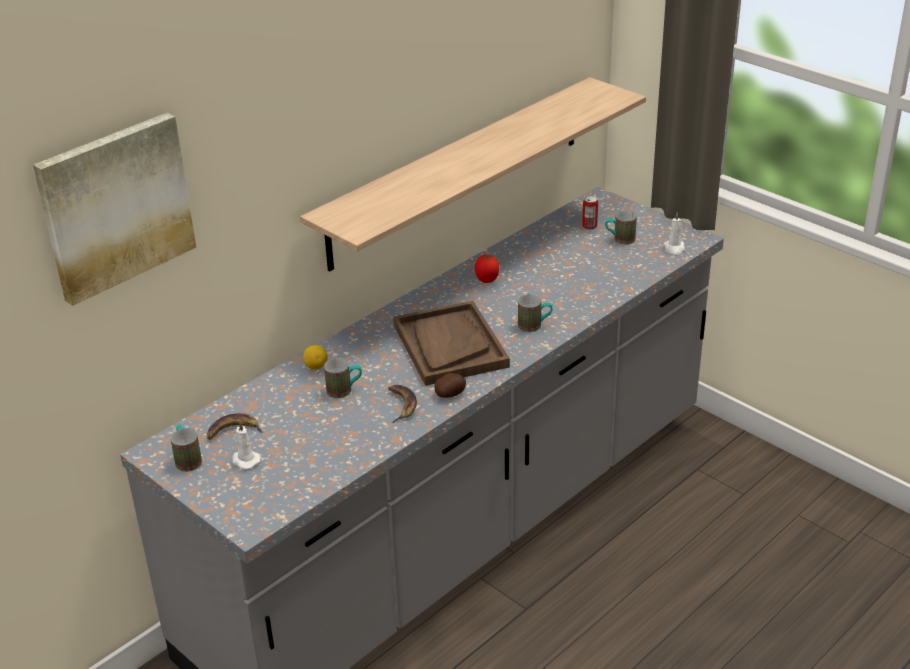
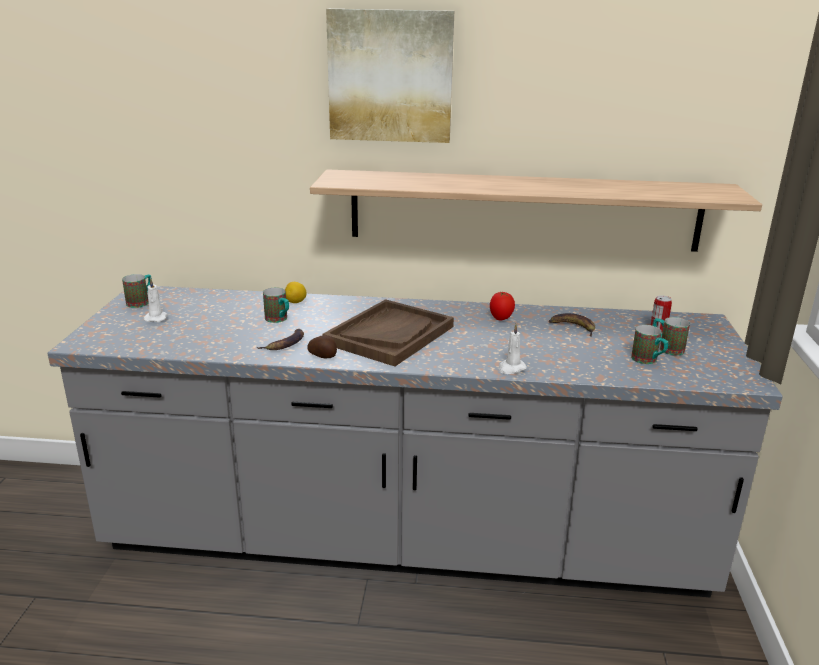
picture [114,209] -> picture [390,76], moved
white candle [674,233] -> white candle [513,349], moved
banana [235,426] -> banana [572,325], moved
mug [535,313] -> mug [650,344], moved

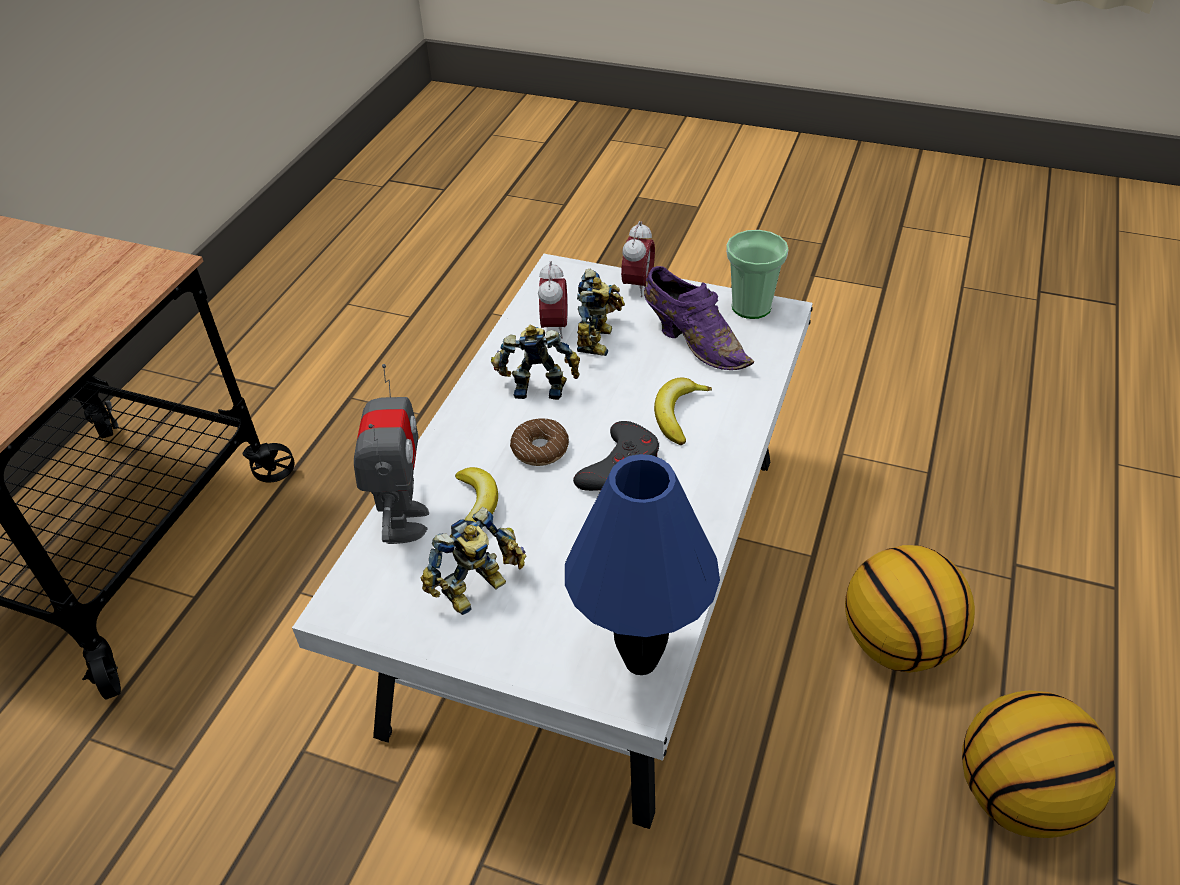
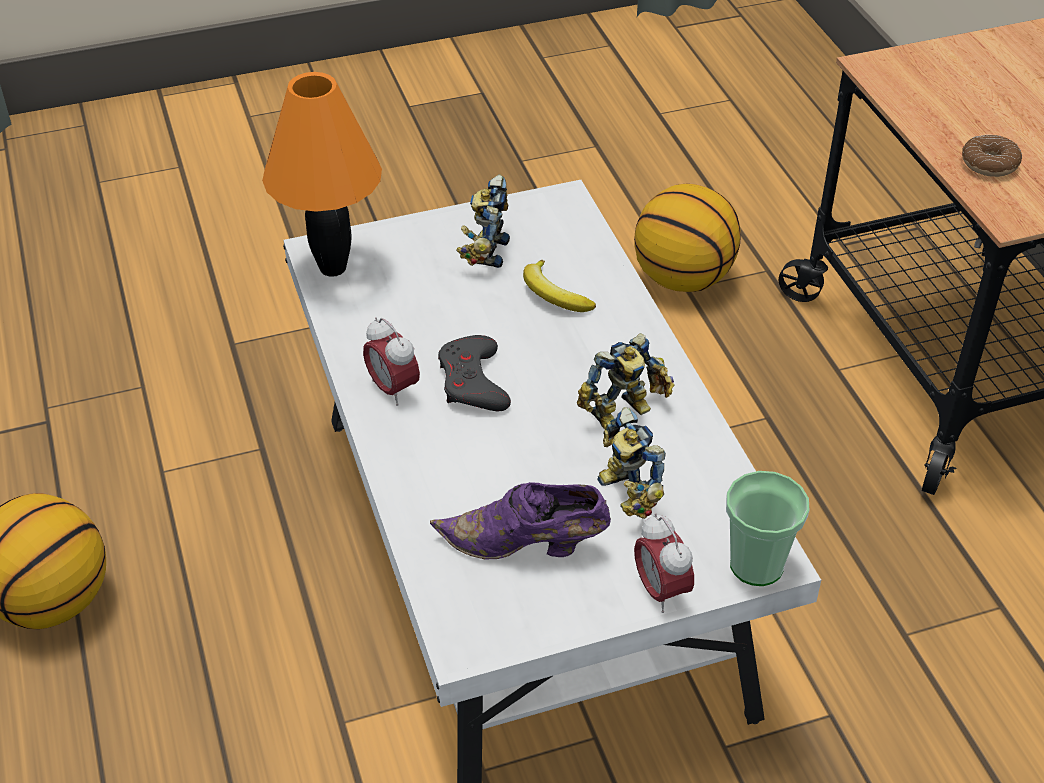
blue table lamp [642,564] -> orange table lamp [322,174]
alarm clock [552,300] -> alarm clock [391,361], moved
basketball [910,609] -> basketball [687,238], moved
cup [757,274] -> cup [767,528], moved
donut [539,442] -> donut [992,156], moved
toy robot [391,454] -> none
banana [683,411] -> none

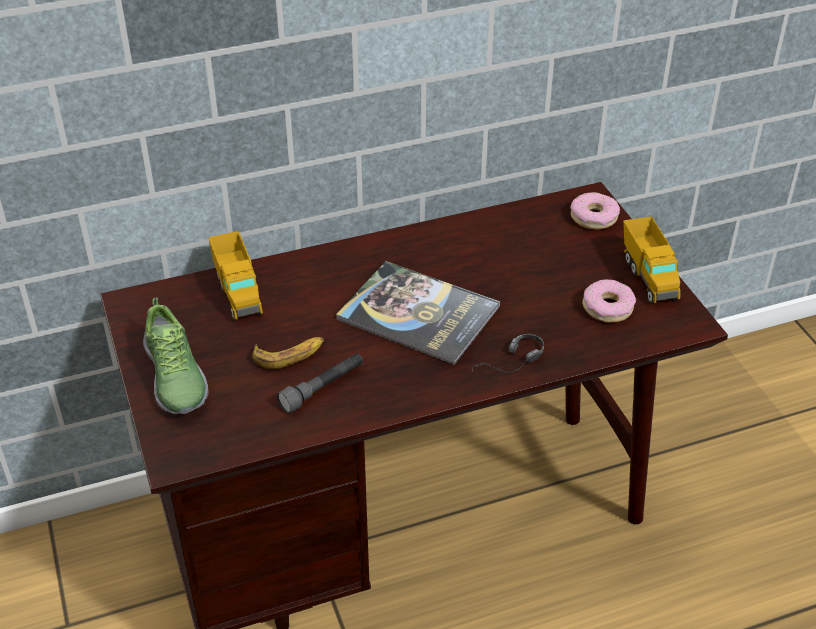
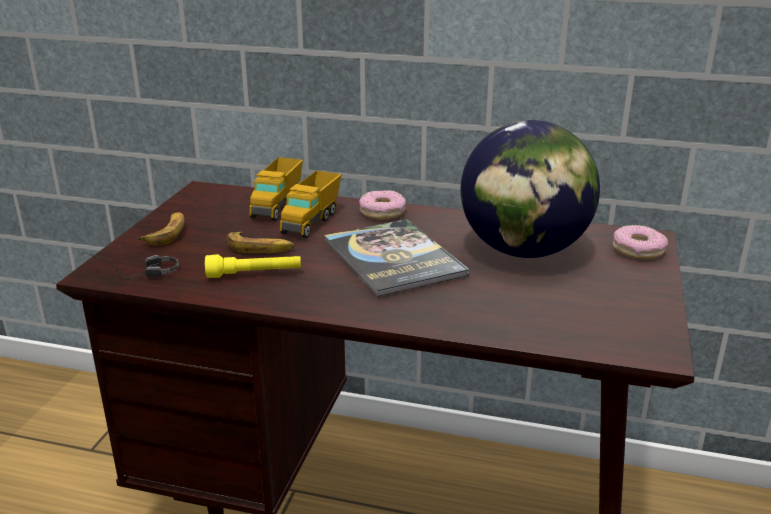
headphones [508,353] -> headphones [130,265], moved
shoe [176,356] -> banana [161,229]
grey flashlight [320,383] -> yellow flashlight [253,266]
toy truck [652,260] -> toy truck [310,204], moved
donut [609,300] -> donut [382,205], moved
none -> globe [530,189]

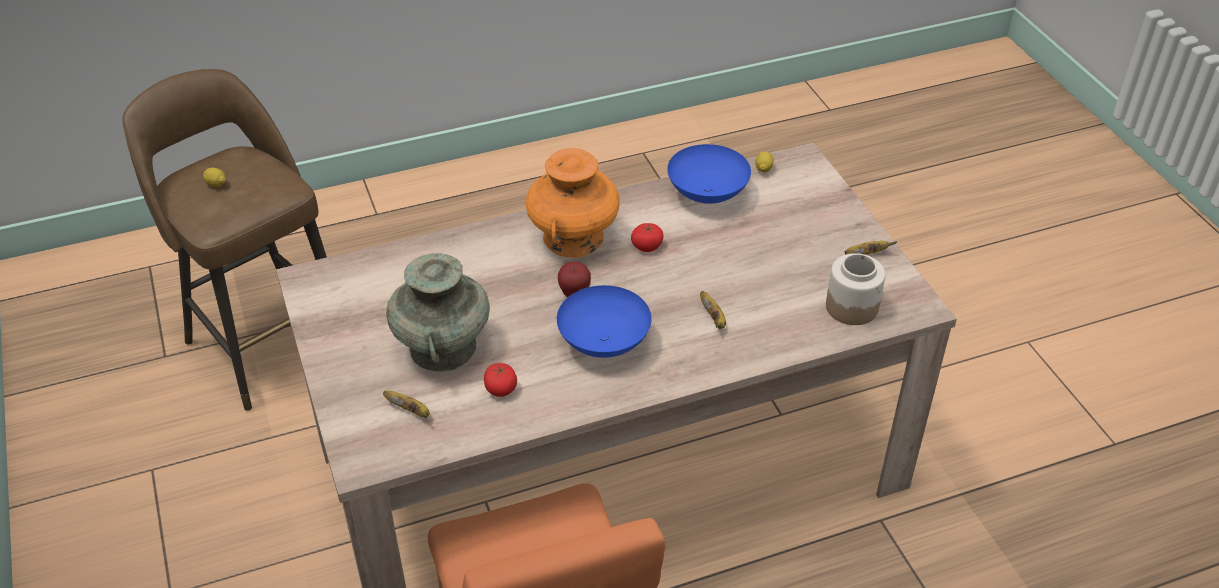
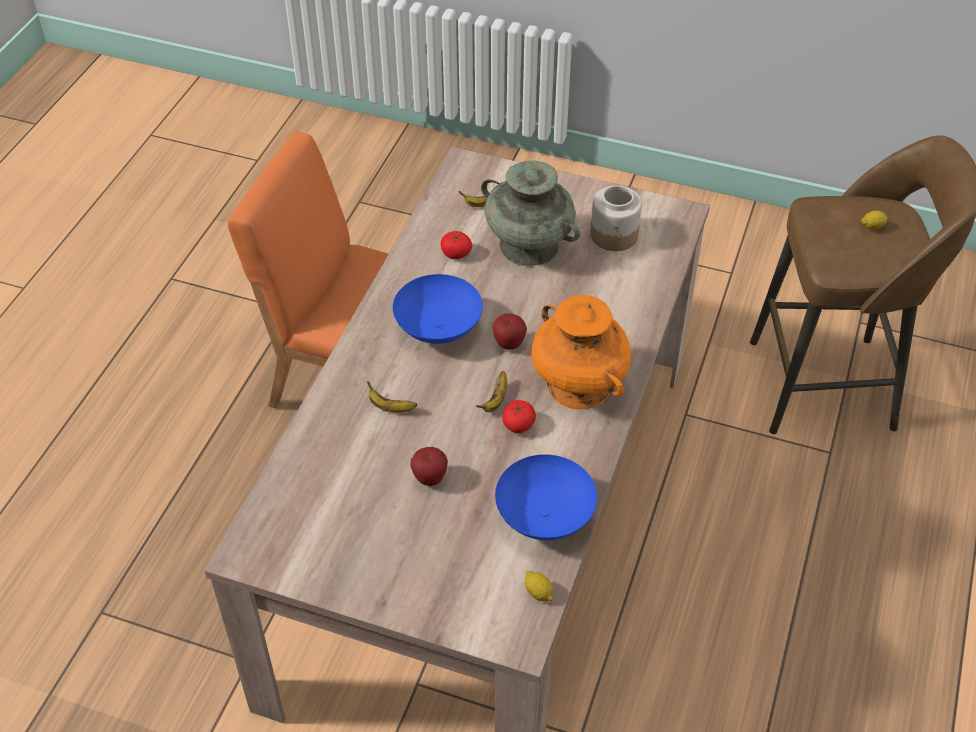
none -> apple [429,466]
banana [871,248] -> banana [491,391], moved
jar [855,289] -> jar [616,218], moved

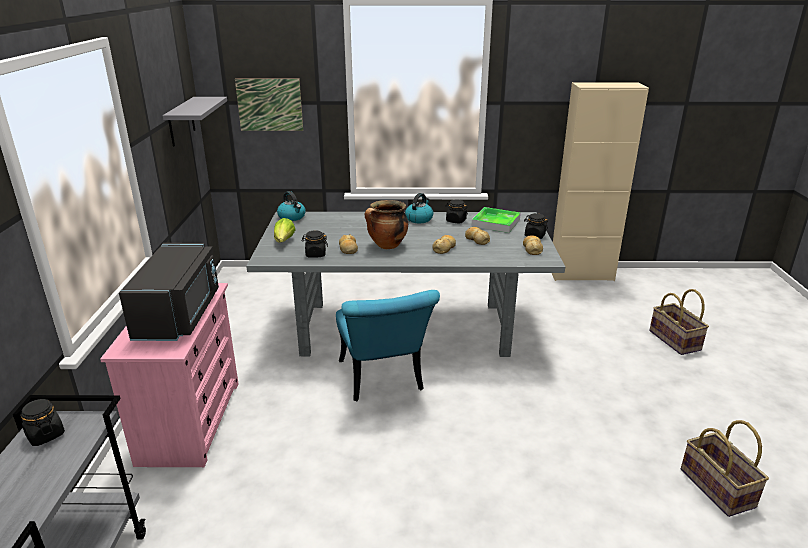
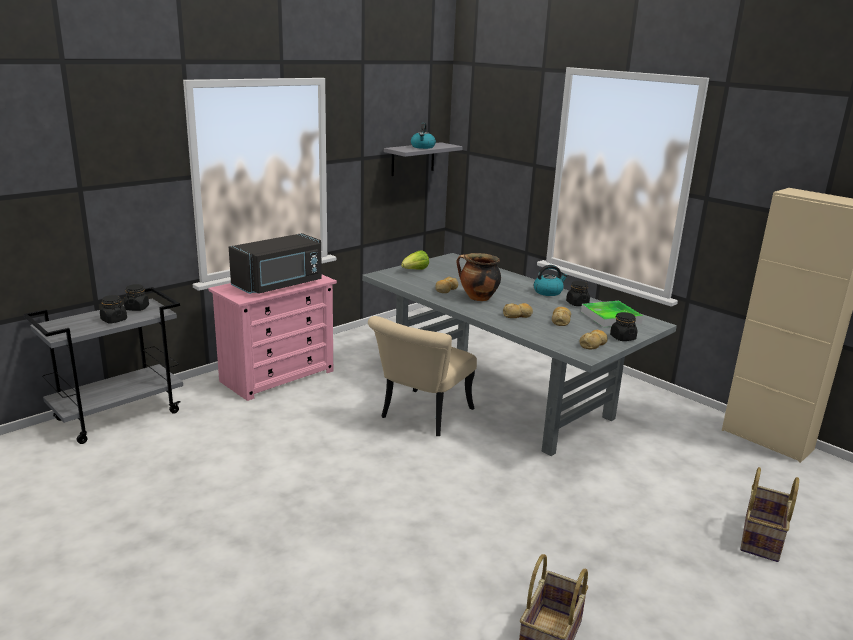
black jar [315,244] -> black jar [113,309], moved
turquoise chair [388,345] -> beige chair [422,376]
kettle [291,206] -> kettle [423,136], moved
picture [269,105] -> none

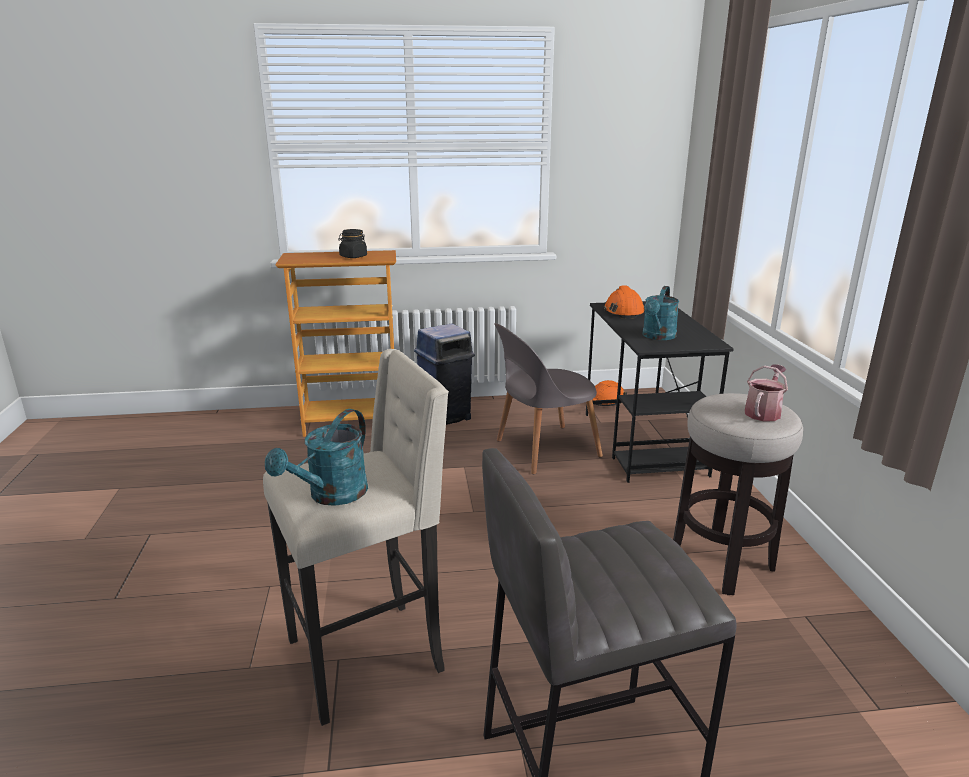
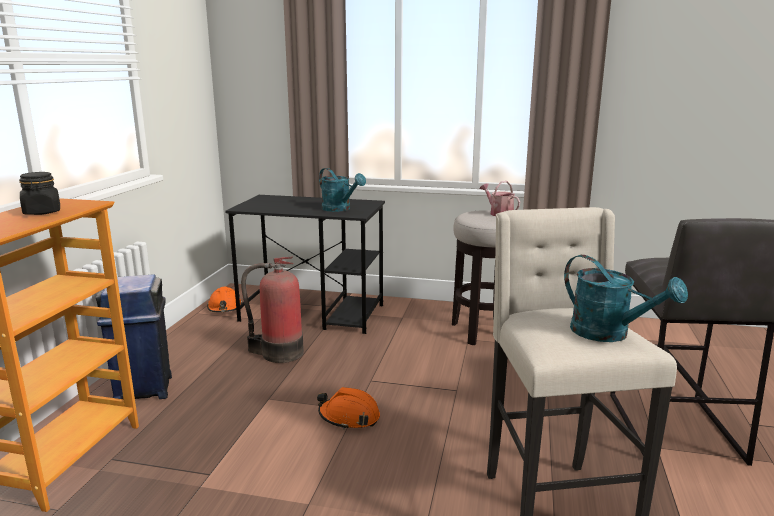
grey chair [548,398] -> fire extinguisher [272,309]
orange hard hat [624,302] -> orange hard hat [348,408], moved

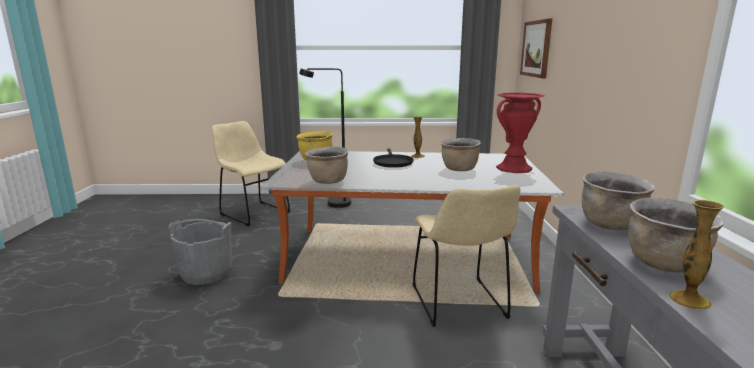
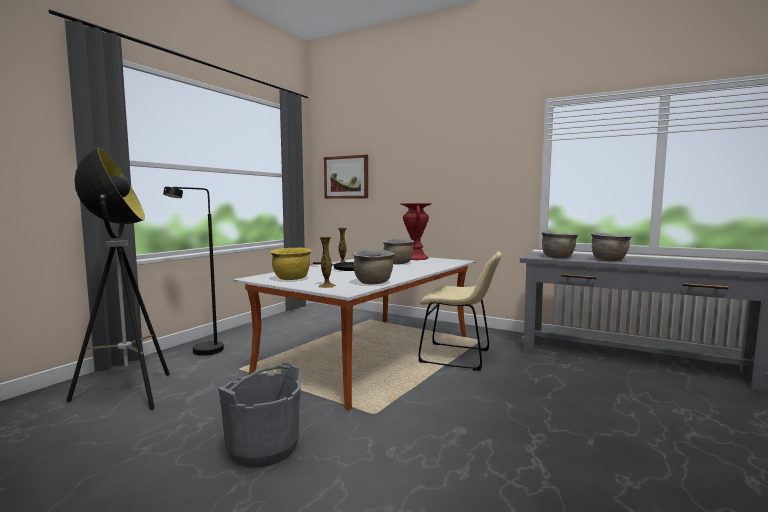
beige chair [251,173] -> floor lamp [118,278]
vase [696,255] -> vase [327,262], moved

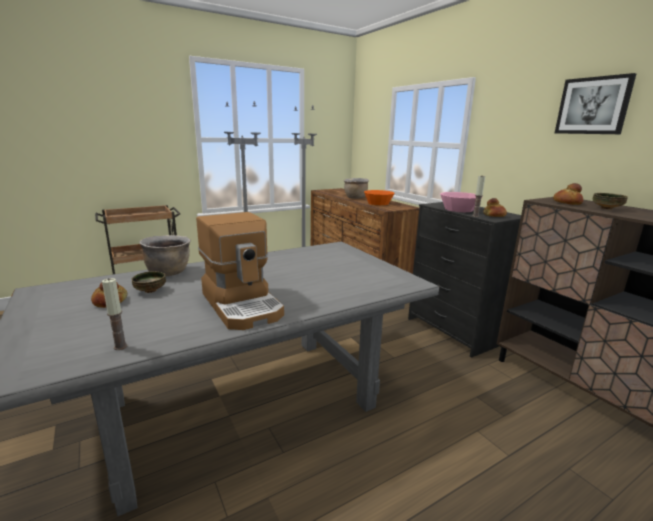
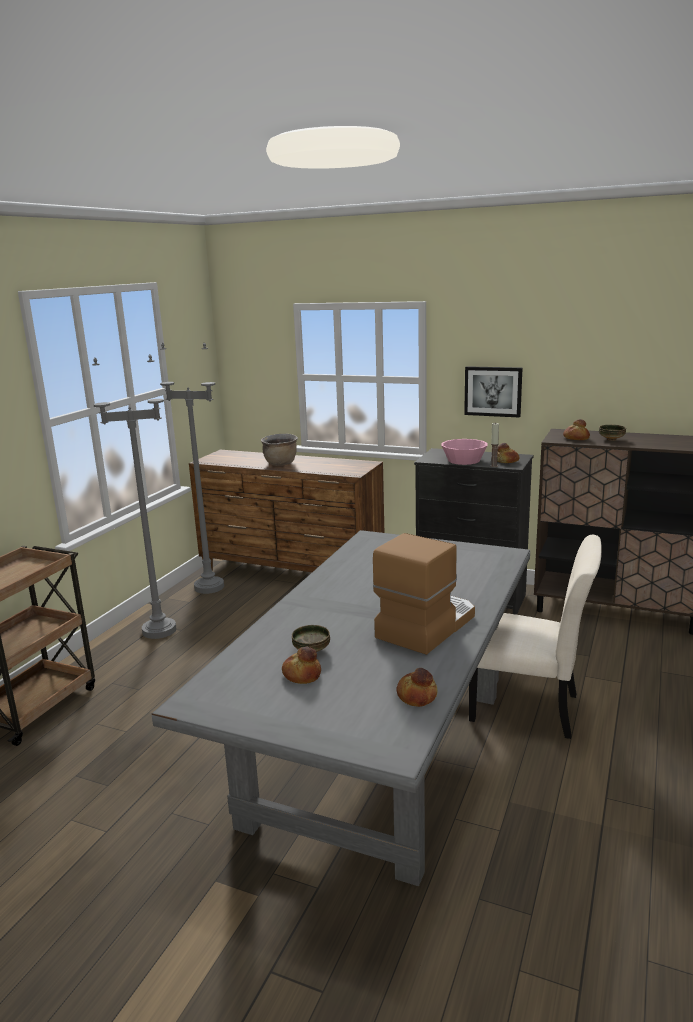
coffee machine [240,271] -> coffee machine [424,594], 75 degrees counterclockwise
candle [115,314] -> bread [417,687]
picture [595,103] -> picture [493,392], moved
none -> beige chair [535,637]
brown cooking pot [165,255] -> none
orange bowl [379,197] -> none

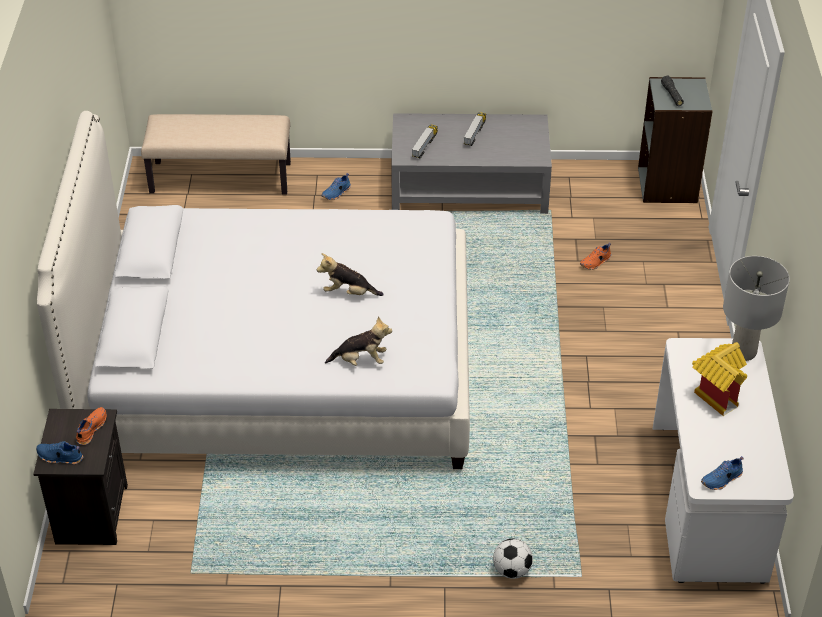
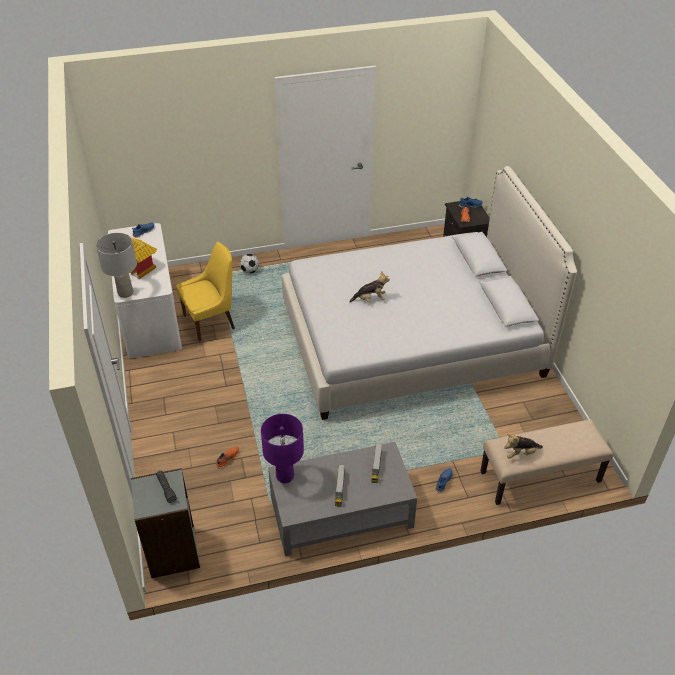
none -> yellow chair [205,292]
none -> purple table lamp [282,448]
plush toy [358,341] -> plush toy [523,446], moved

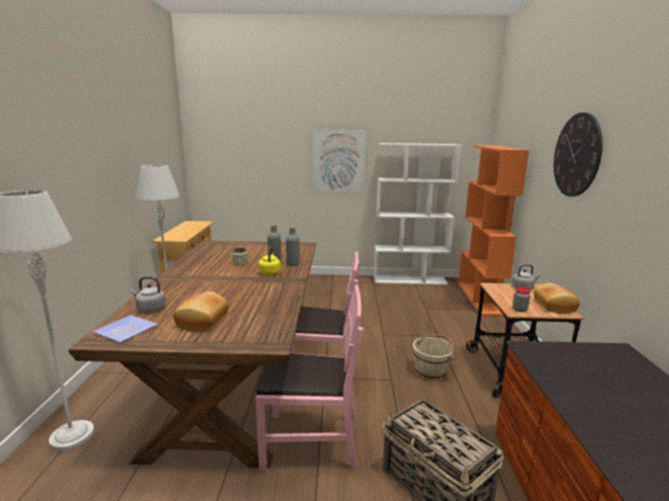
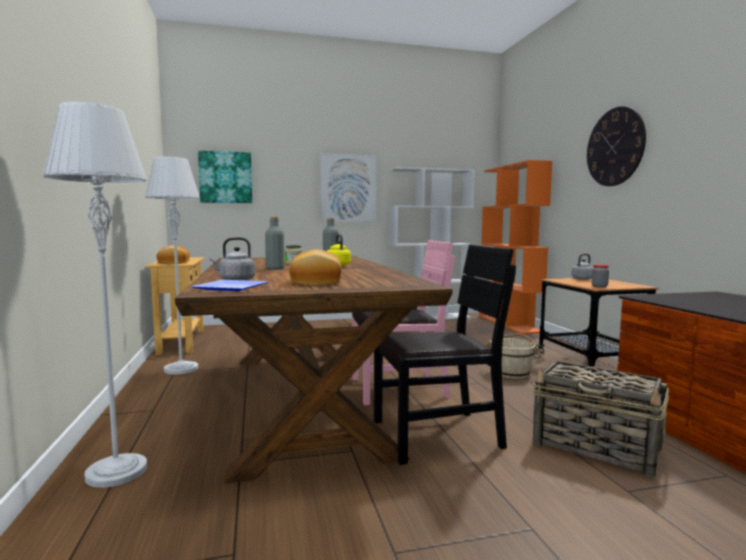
bread [557,298] -> bread [173,254], moved
none -> picture [225,177]
grey bottle [293,246] -> grey bottle [274,243], moved
pink chair [309,378] -> black chair [445,355]

